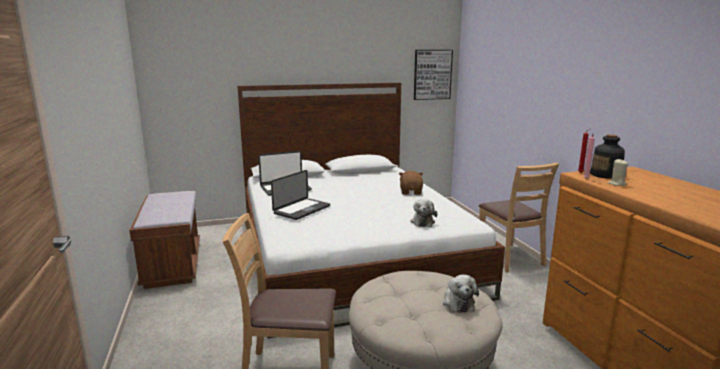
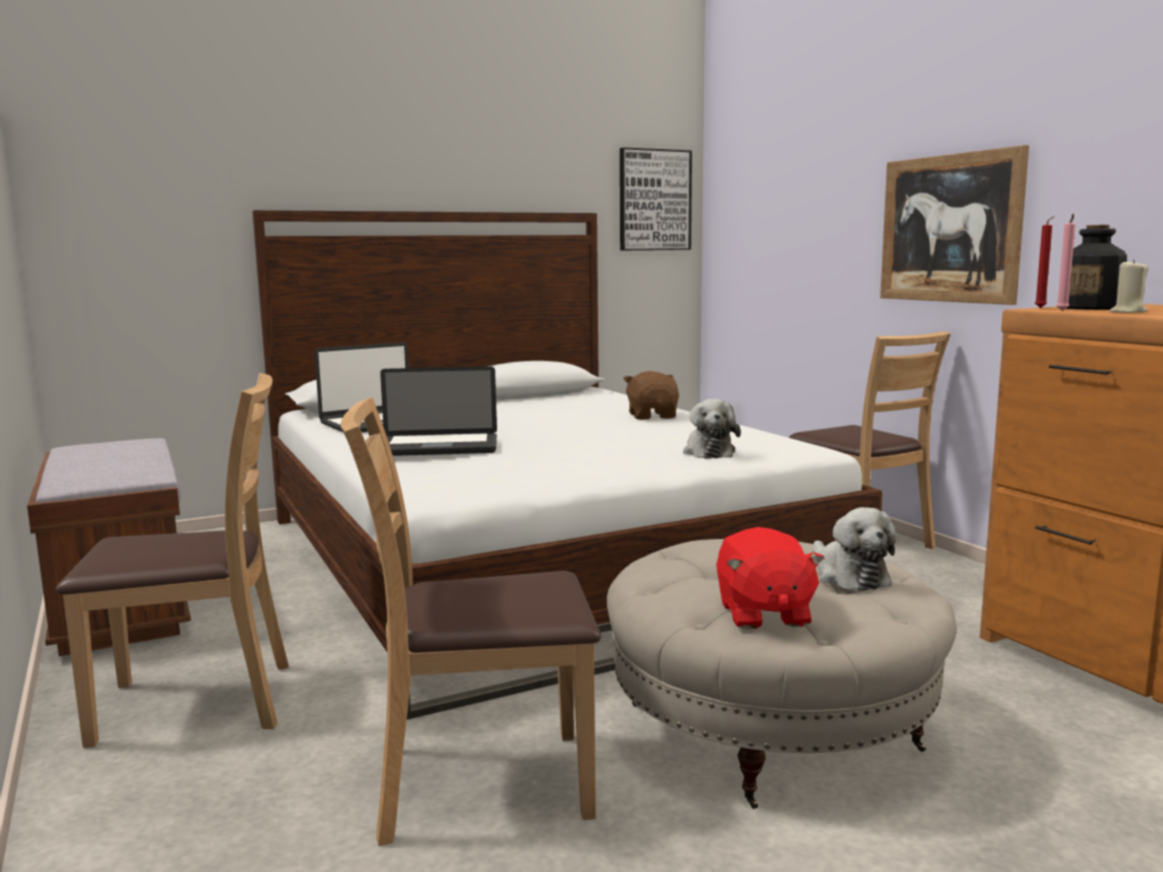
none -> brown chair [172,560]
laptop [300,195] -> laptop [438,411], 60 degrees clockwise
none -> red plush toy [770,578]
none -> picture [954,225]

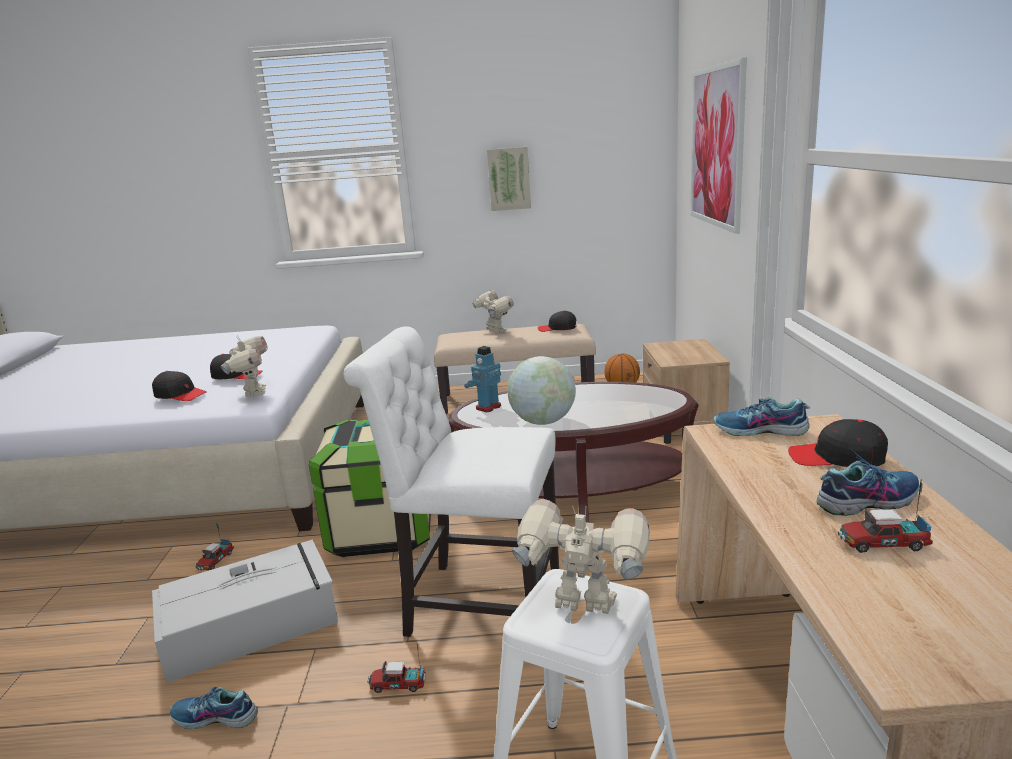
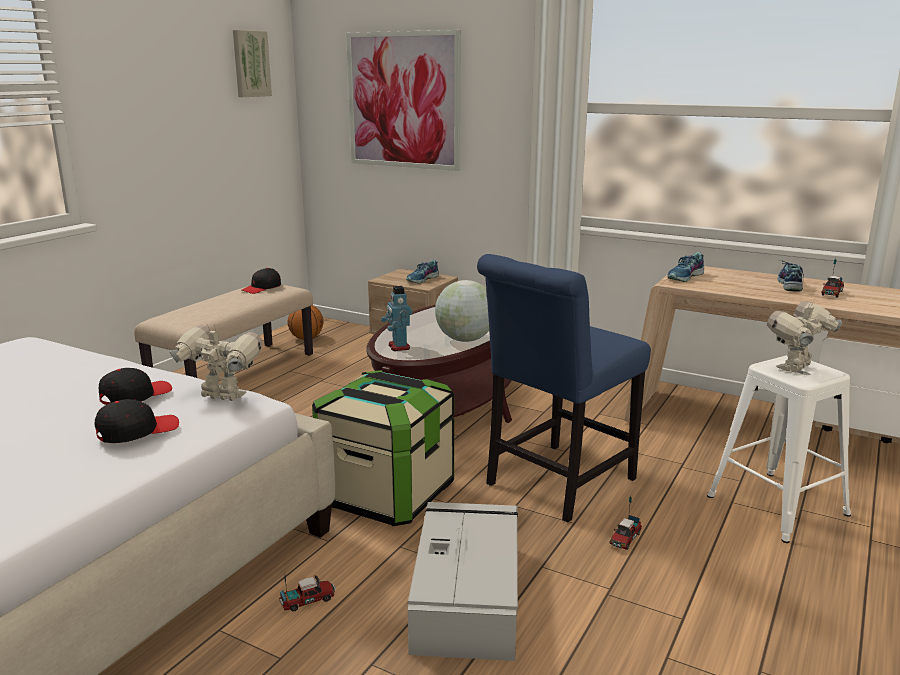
picture [509,179] -> picture [252,63], moved
toy truck [215,546] -> toy truck [307,593], 75 degrees counterclockwise
shoe [214,708] -> shoe [422,272], moved
white chair [451,481] -> blue chair [564,388]
toy robot [493,311] -> none
black cap [838,443] -> none

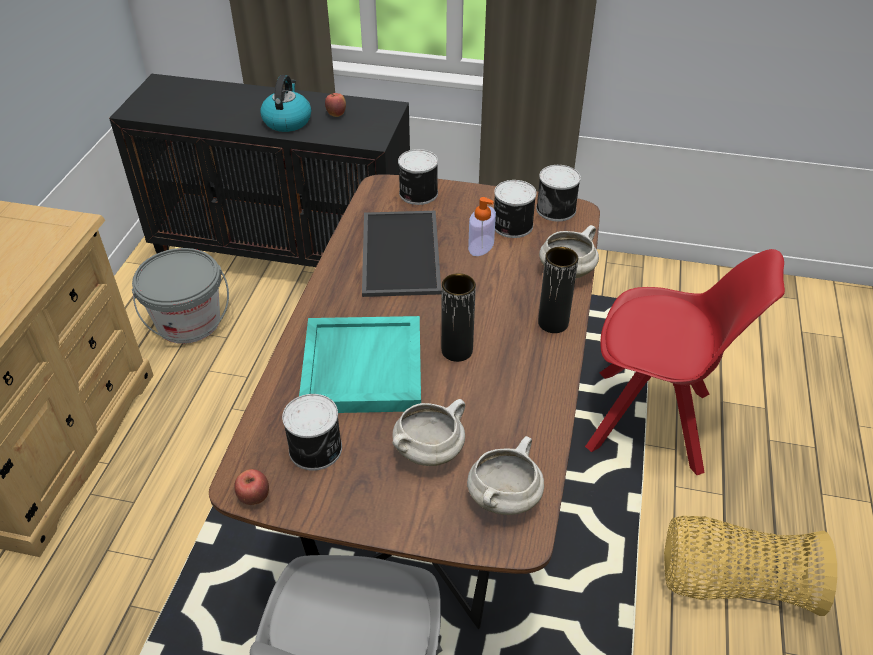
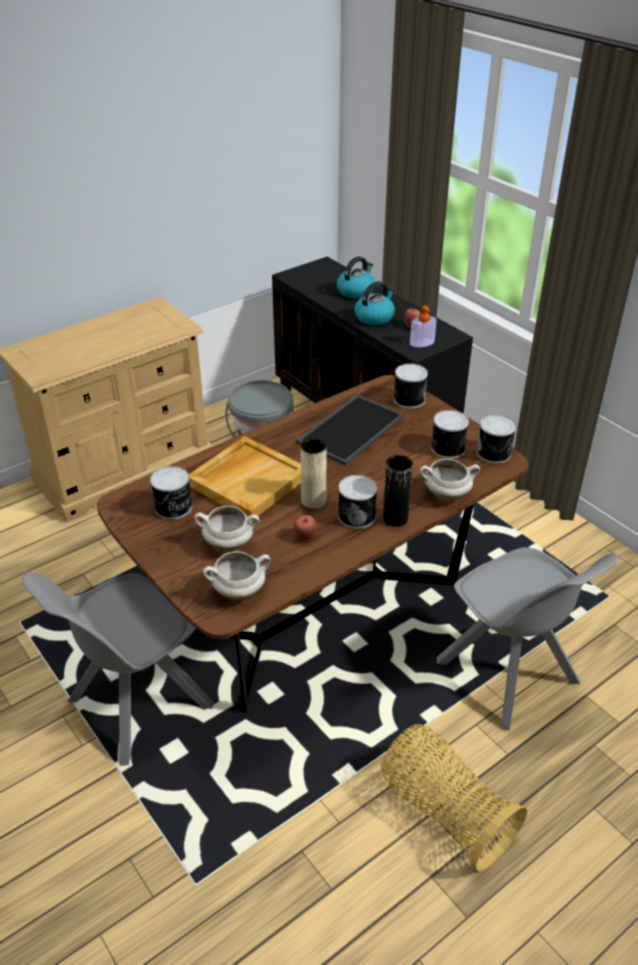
turquoise tray [360,364] -> beige tray [245,478]
apple [251,487] -> apple [306,527], moved
black vase [458,317] -> beige vase [313,473]
none -> kettle [356,277]
none -> can [357,502]
soap dispenser [482,226] -> soap dispenser [423,327], moved
red chair [685,362] -> grey chair [527,639]

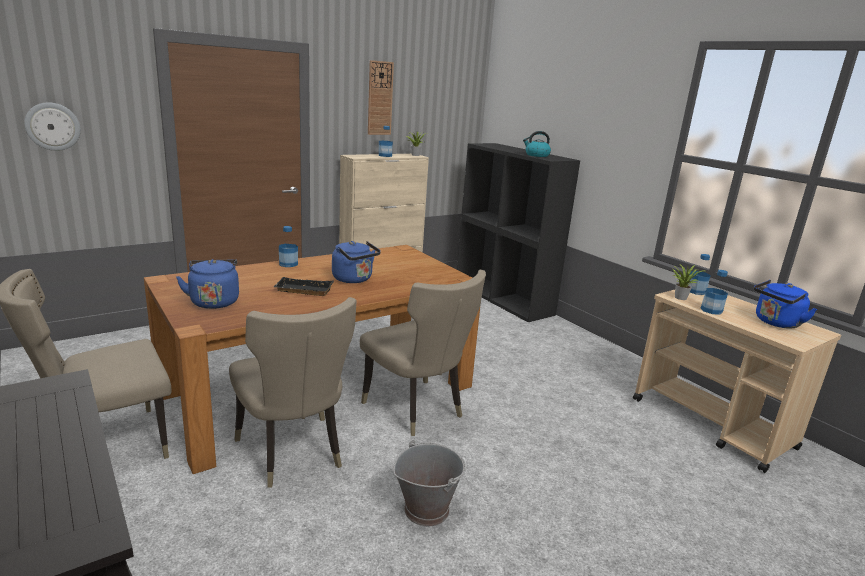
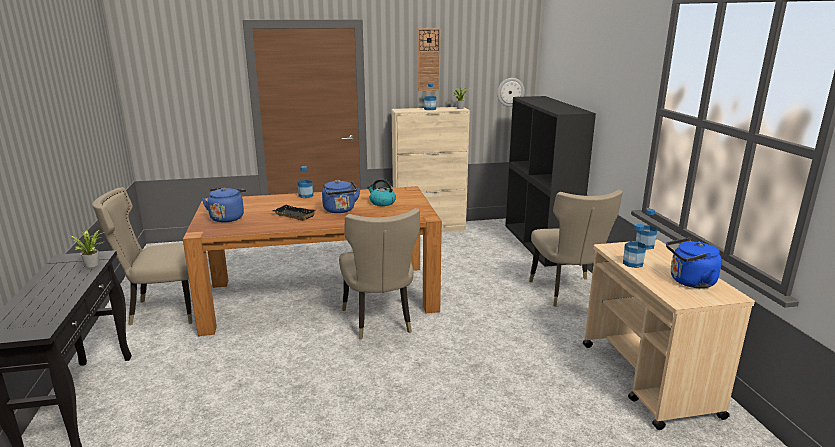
potted plant [687,282] -> potted plant [88,249], moved
kettle [537,144] -> kettle [381,192], moved
wall clock [52,126] -> wall clock [511,92], moved
beige chair [293,392] -> beige chair [576,248], moved
grey bucket [429,483] -> none

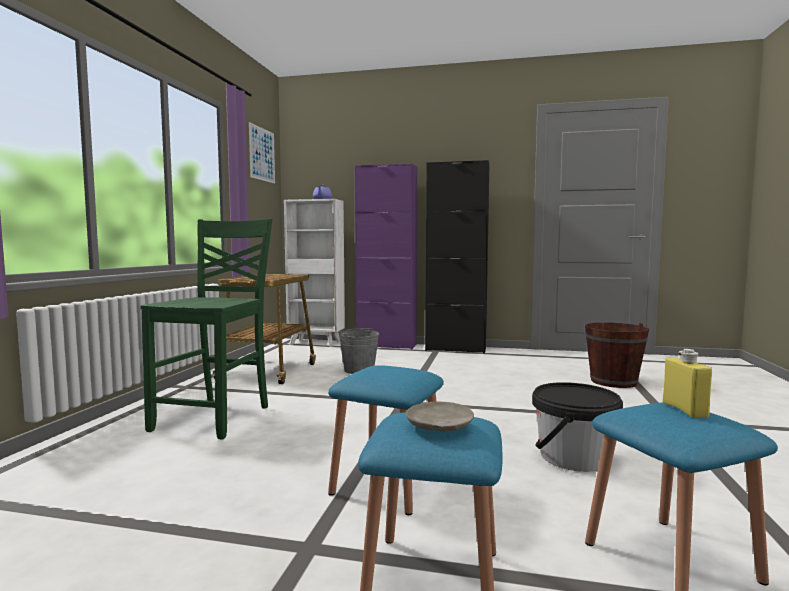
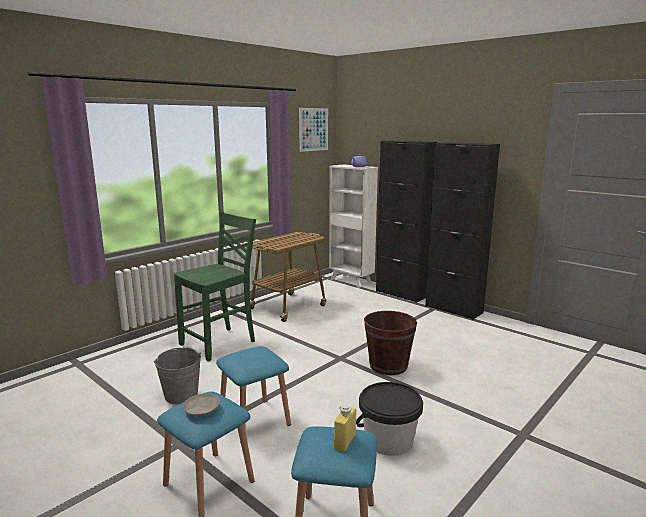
grey bucket [359,351] -> grey bucket [177,376], moved
brown bucket [617,355] -> brown bucket [390,343], moved
purple cabinet [386,256] -> black cabinet [407,221]

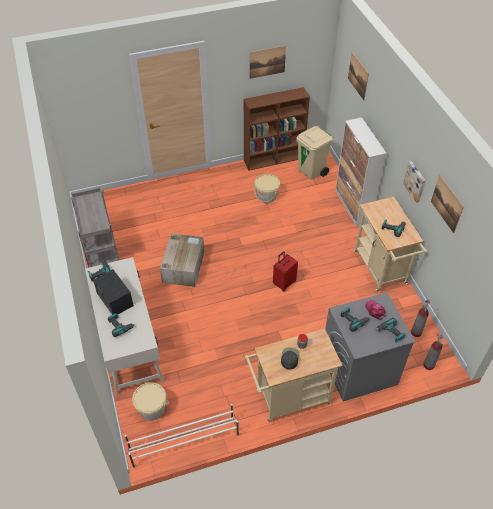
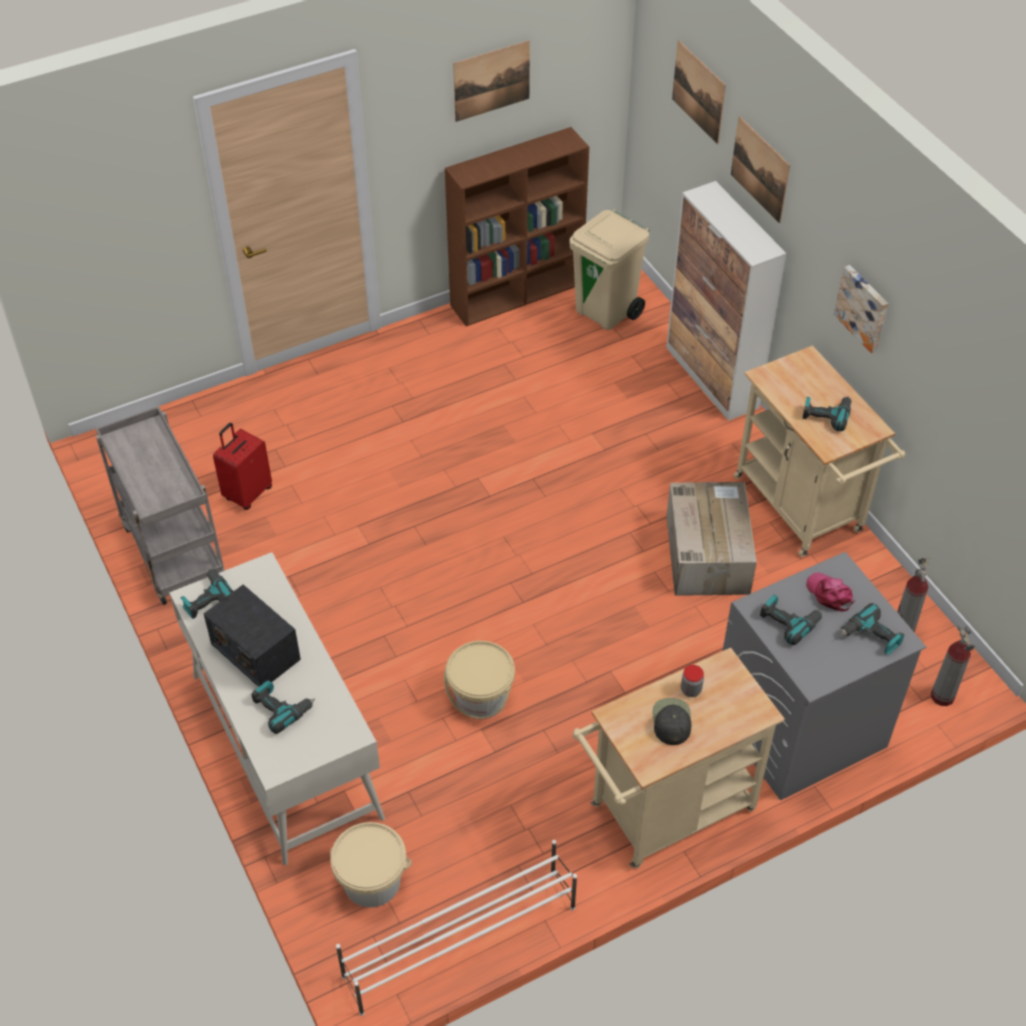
red suitcase [285,271] -> red suitcase [242,466], moved
beige bucket [267,188] -> beige bucket [479,680], moved
cardboard box [182,260] -> cardboard box [712,539], moved
picture [447,204] -> picture [760,169], moved

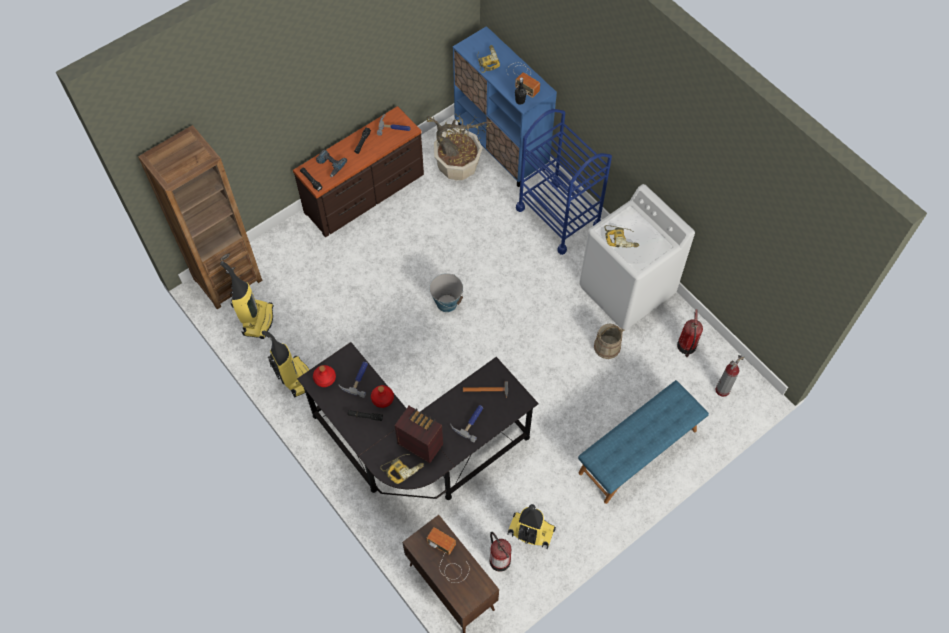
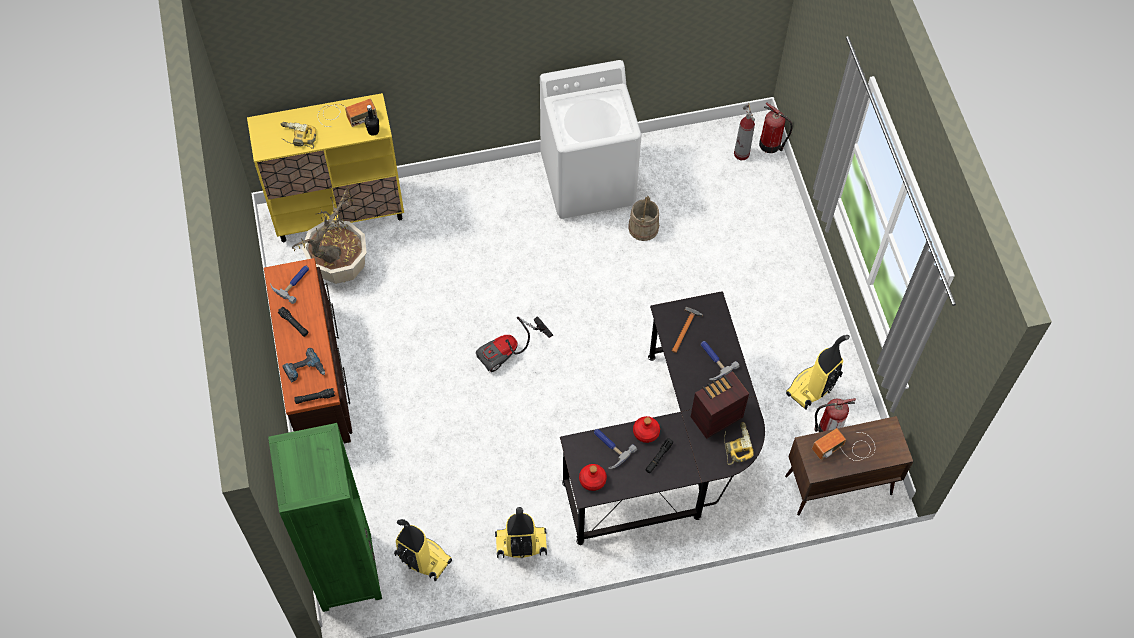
blue cabinet [505,106] -> yellow cabinet [325,167]
brown bookcase [200,217] -> green bookcase [325,517]
bucket [446,292] -> vacuum cleaner [514,344]
fire extinguisher [690,333] -> fire extinguisher [776,127], moved
blue cart [564,182] -> none
blue bench [643,442] -> none
power drill [622,236] -> none

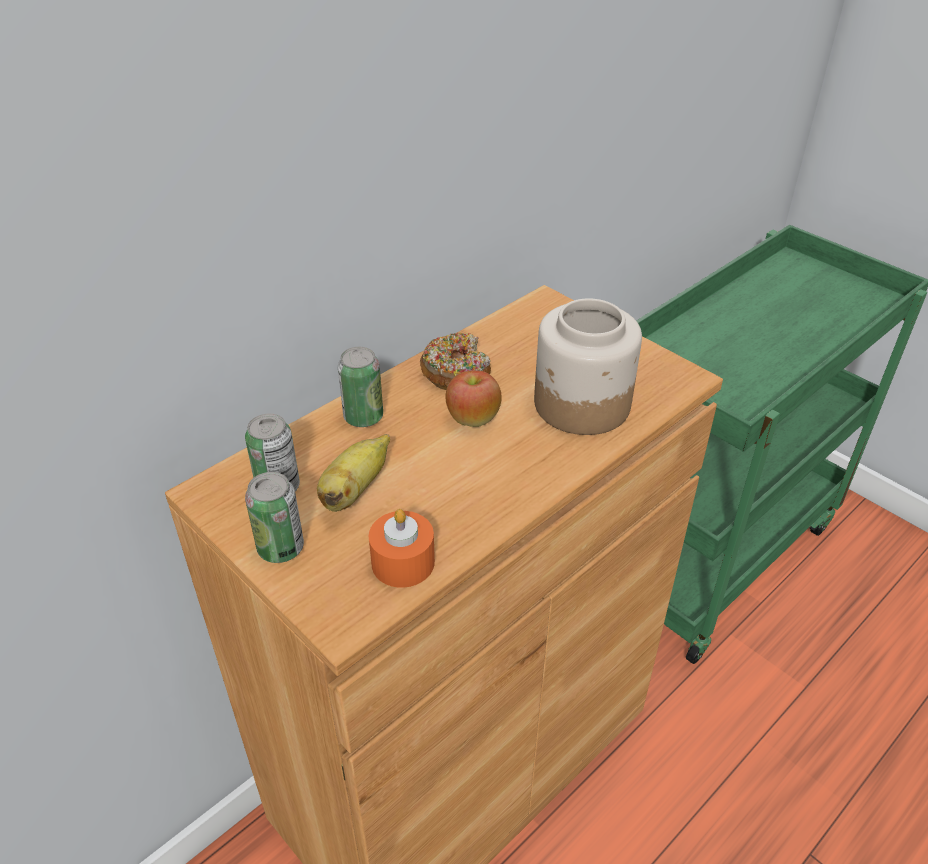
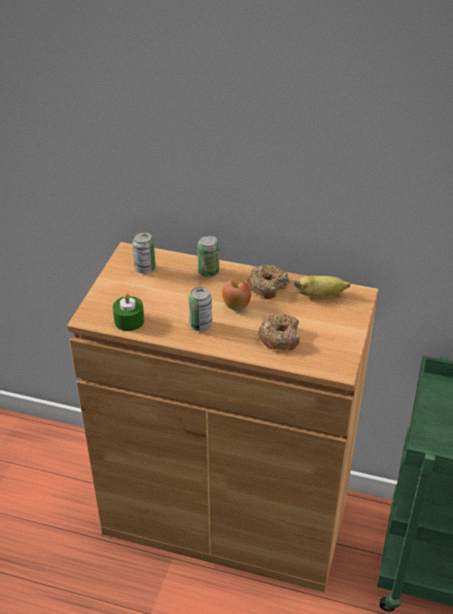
orange candle [402,548] -> green candle [128,312]
can [274,517] -> can [200,309], moved
jar [588,366] -> donut [279,332]
banana [353,473] -> banana [322,286], moved

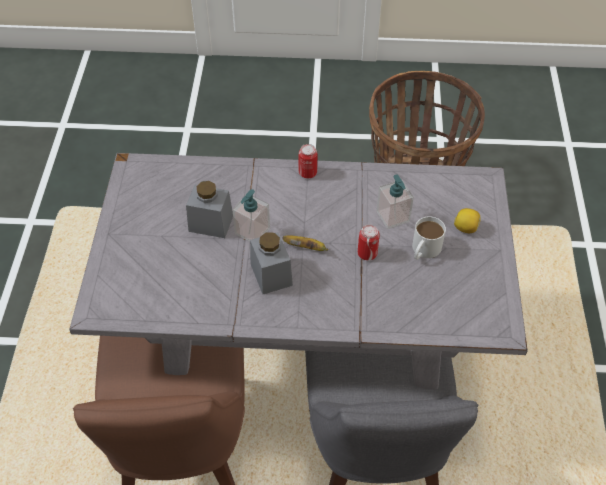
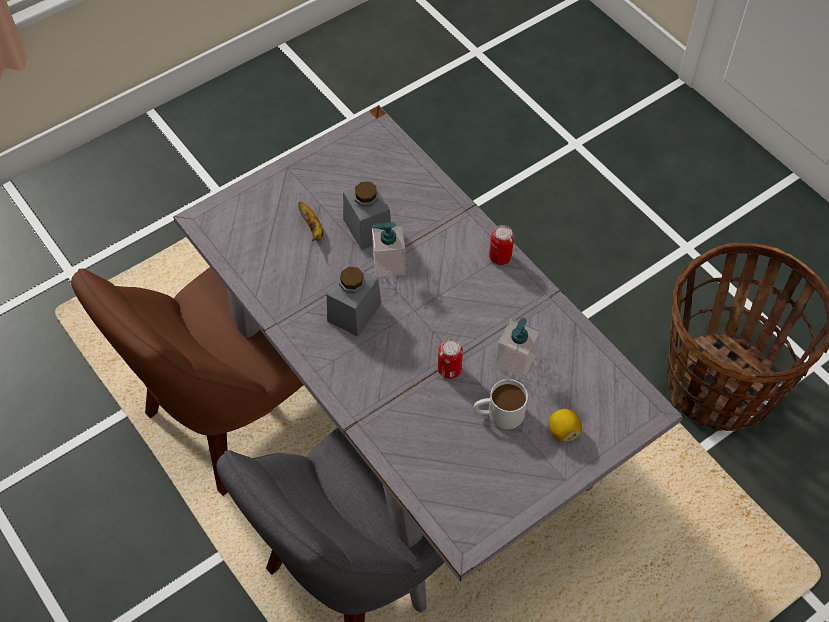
banana [305,243] -> banana [310,221], moved

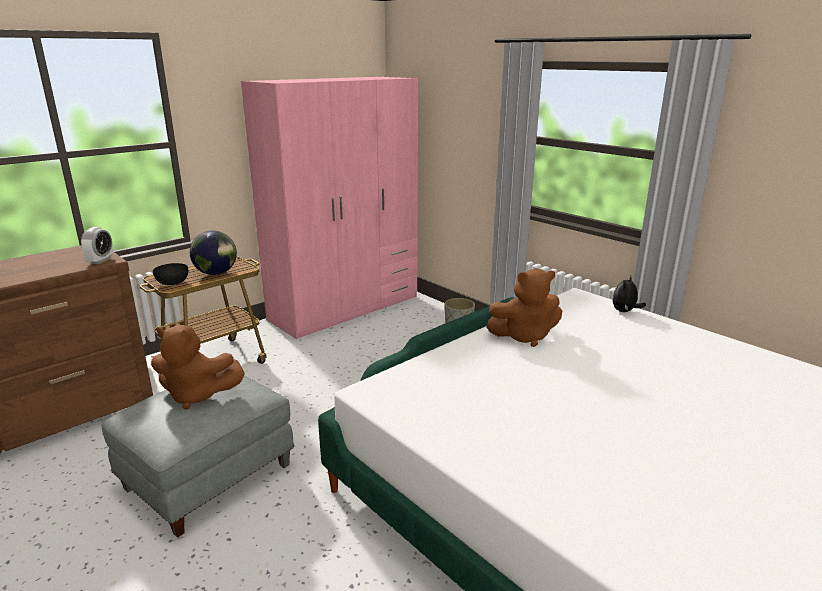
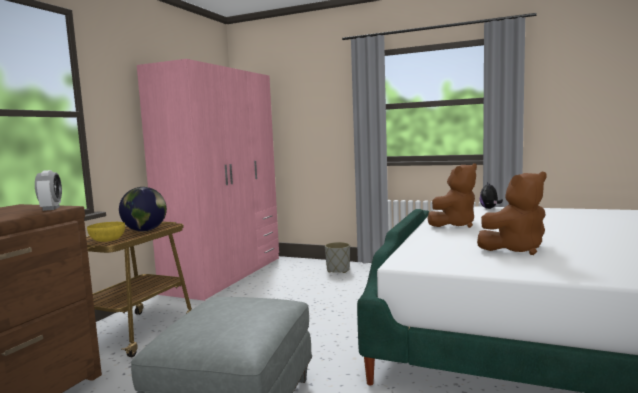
black bowl [170,274] -> yellow bowl [106,232]
brown plush toy [198,367] -> brown plush toy [511,213], moved

